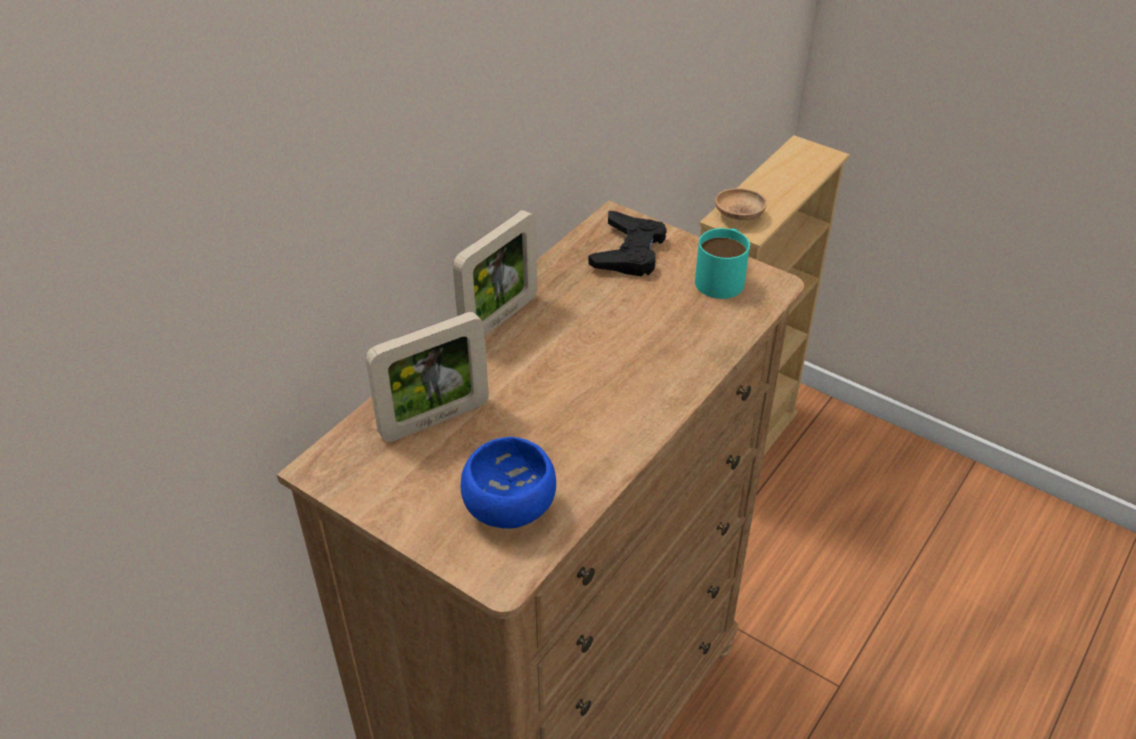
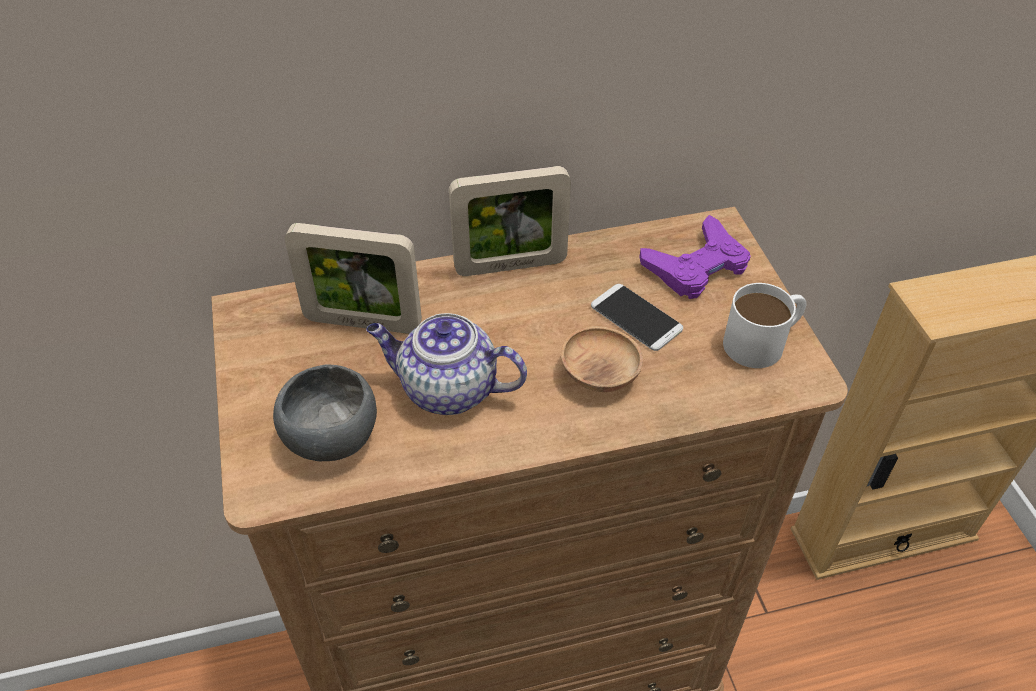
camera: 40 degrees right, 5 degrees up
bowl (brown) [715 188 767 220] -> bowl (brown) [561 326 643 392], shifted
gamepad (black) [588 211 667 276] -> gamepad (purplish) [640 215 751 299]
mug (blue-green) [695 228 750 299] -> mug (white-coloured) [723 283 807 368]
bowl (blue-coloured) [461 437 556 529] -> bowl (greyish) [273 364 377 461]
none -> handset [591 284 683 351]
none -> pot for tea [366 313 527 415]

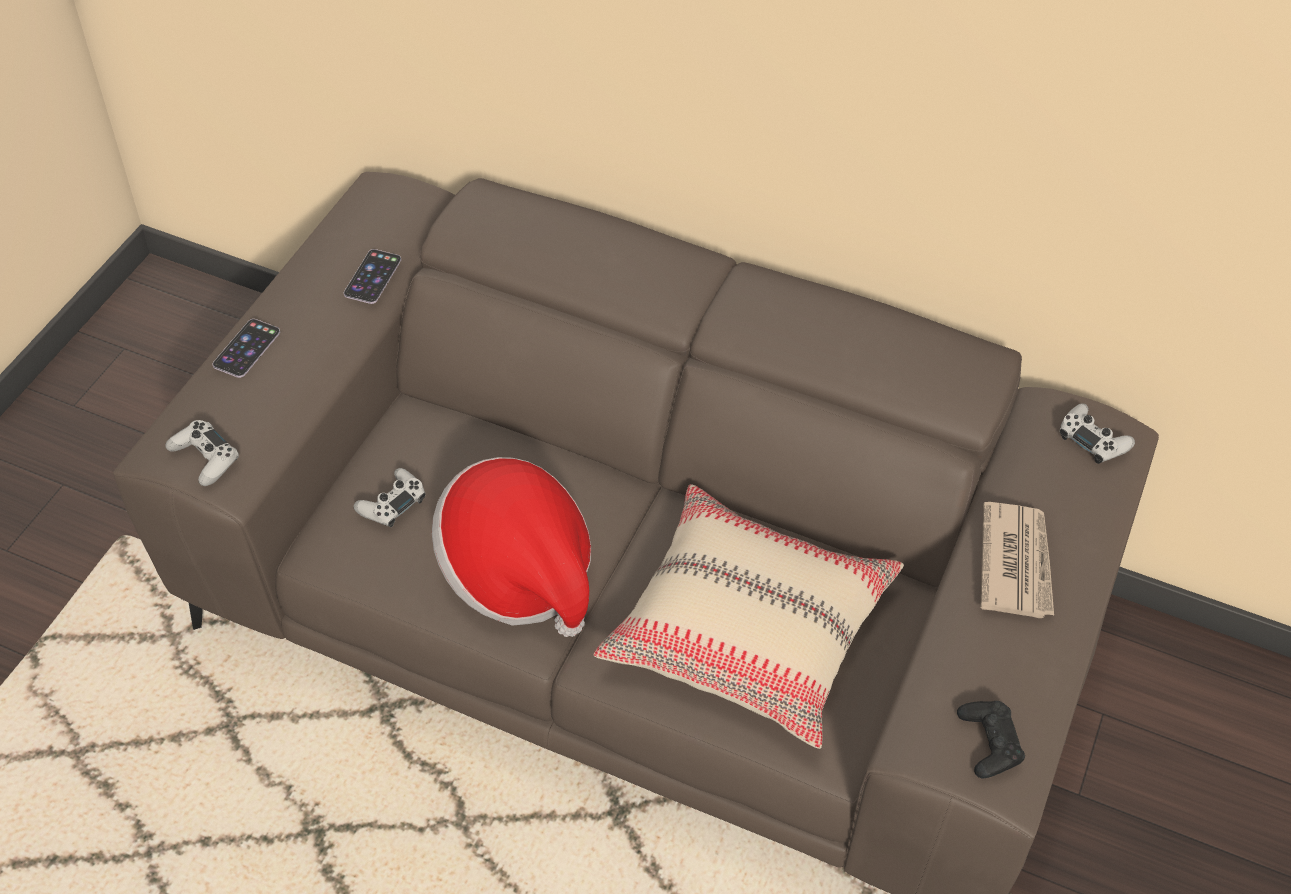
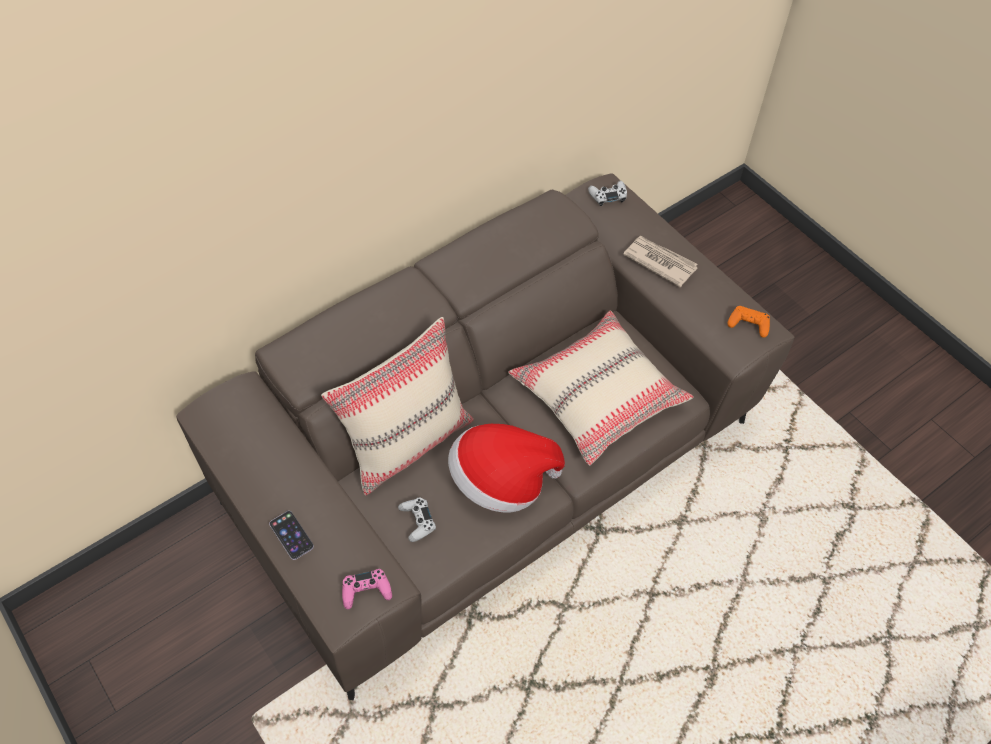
camera: 60 degrees left, 5 degrees up
handset [344 249 401 304] -> none
gamepad (white-coloured) [165 420 239 486] -> gamepad (pink) [342 569 392 609]
gamepad (black) [957 701 1025 778] -> gamepad (orange) [727 306 770 338]
none -> pillow (sand-coloured) [321 317 474 495]

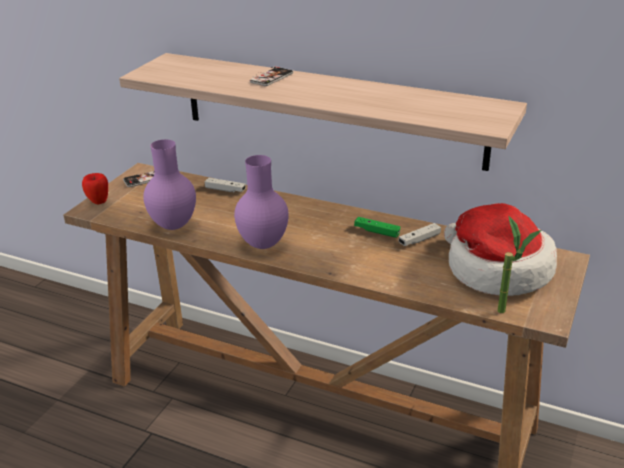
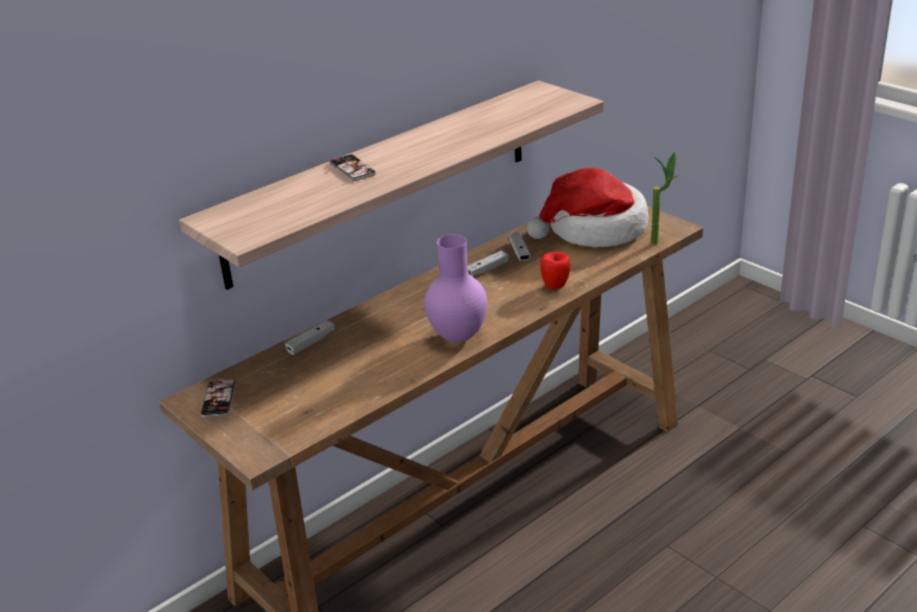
camera: 65 degrees left, 0 degrees up
vase (purplish) [143 139 196 230] -> none
whole apple [82 173 108 204] -> whole apple [540 252 570 289], shifted
gamepad (greenish) [354 217 400 238] -> gamepad (white-coloured) [468 251 509 276]

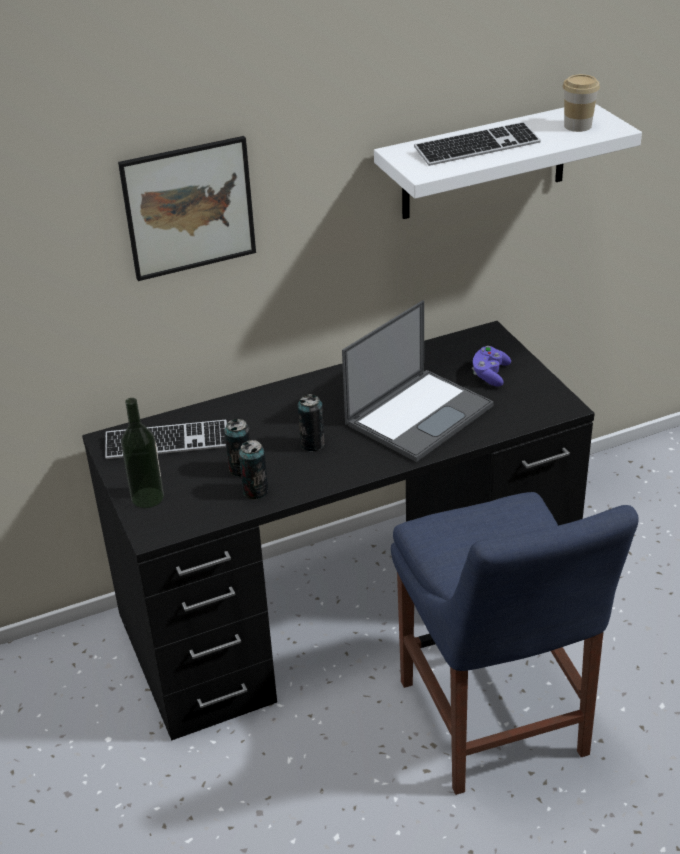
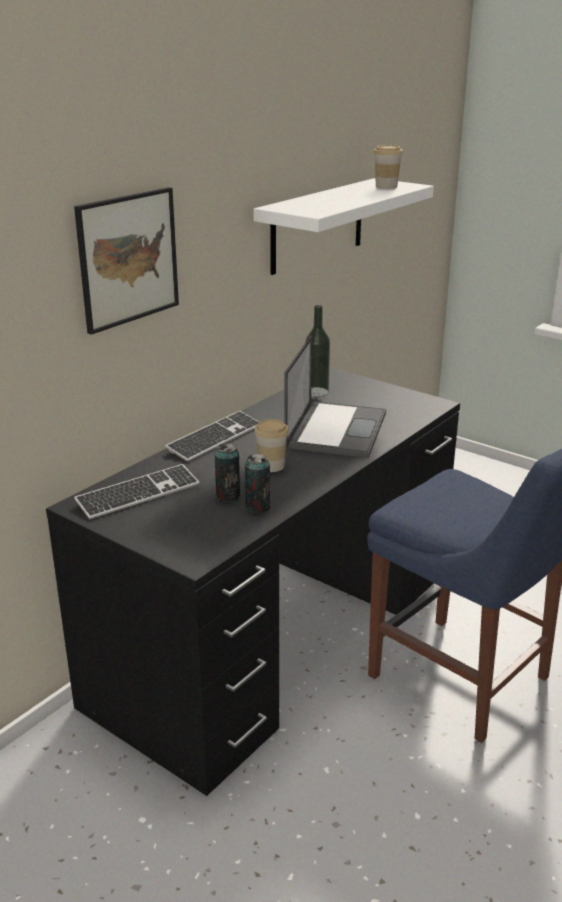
camera: 30 degrees left, 10 degrees down
PC keyboard [414 122 541 166] -> PC keyboard [165 411 259 461], shifted
gamepad (purplish) [472 346 511 387] -> none
metal can [298 394 325 452] -> small cup [254 419 289 472]
beverage bottle [121 398 164 508] -> beverage bottle [305 305 330 397], shifted

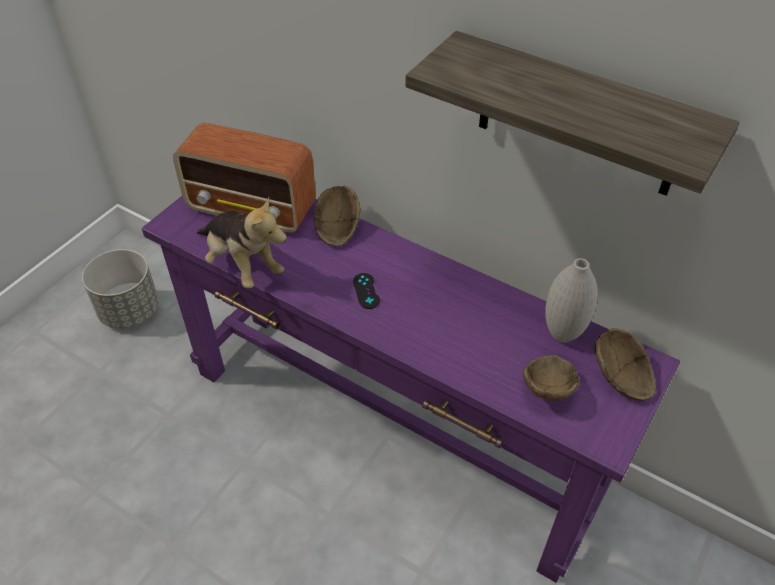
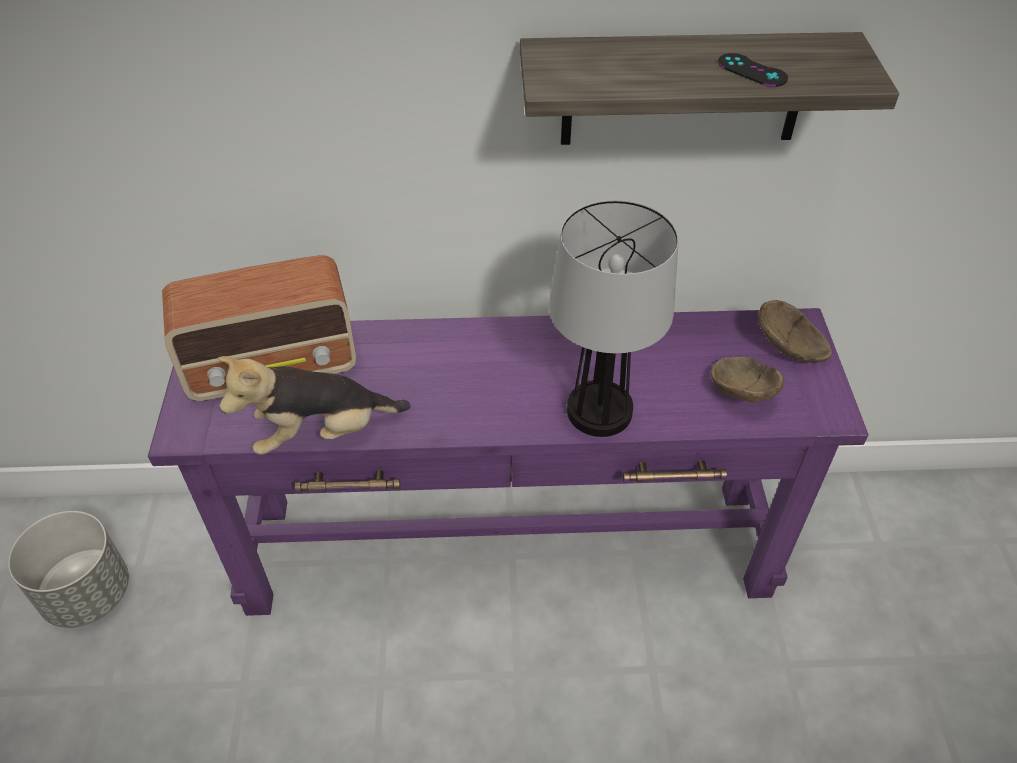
camera: 35 degrees left, 0 degrees up
bowl (brown) [314 186 361 246] -> none
soft toy [197 197 287 288] -> soft toy [218 356 411 455], 150 degrees clockwise
vase (white-coloured) [545 258 598 343] -> none
gamepad (black) [353 273 380 309] -> gamepad (black) [718 53 788 87], shifted
none -> table lamp [549 200 679 437]

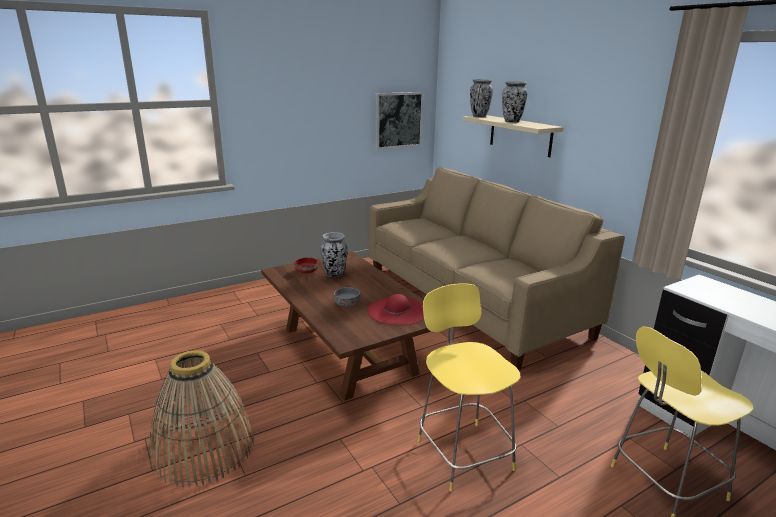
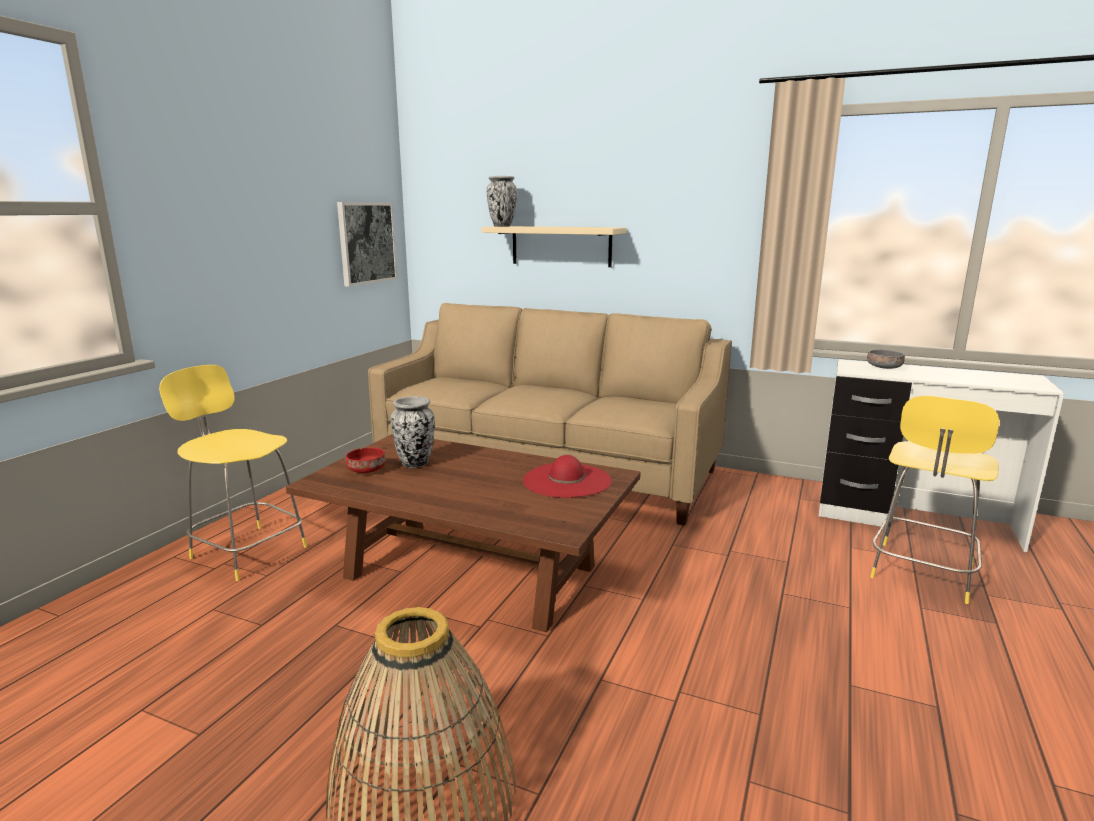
camera: 35 degrees left, 5 degrees down
vase [502 81 528 123] -> none
sitting stool (yellow) [418 283 520 492] -> sitting stool (yellow) [159 365 307 581], shifted
bowl (greyish) [334 287 361 307] -> bowl (greyish) [867 350 905 369], shifted

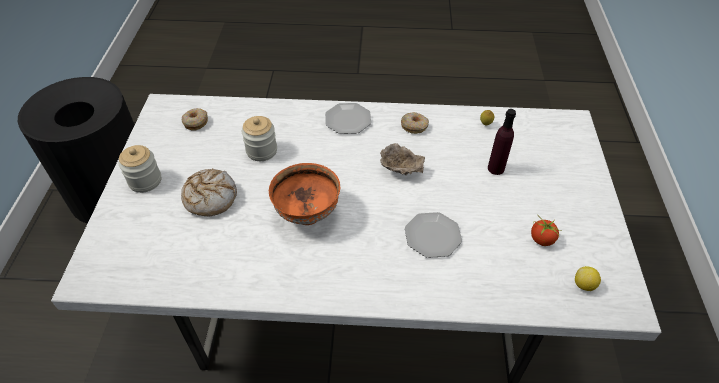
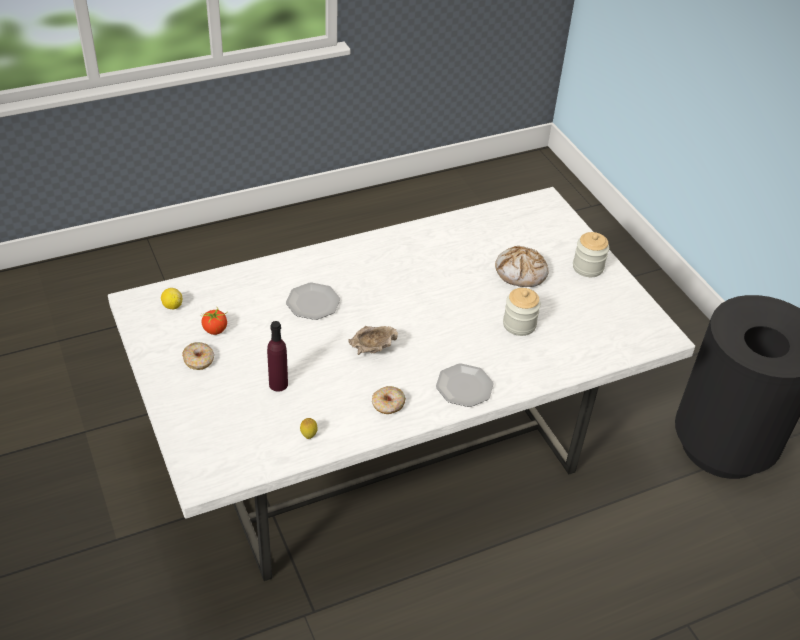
camera: 150 degrees right, 5 degrees down
doughnut [182 108 208 130] -> doughnut [182 342 214 370], shifted
bowl (orange) [269 163 340 225] -> none

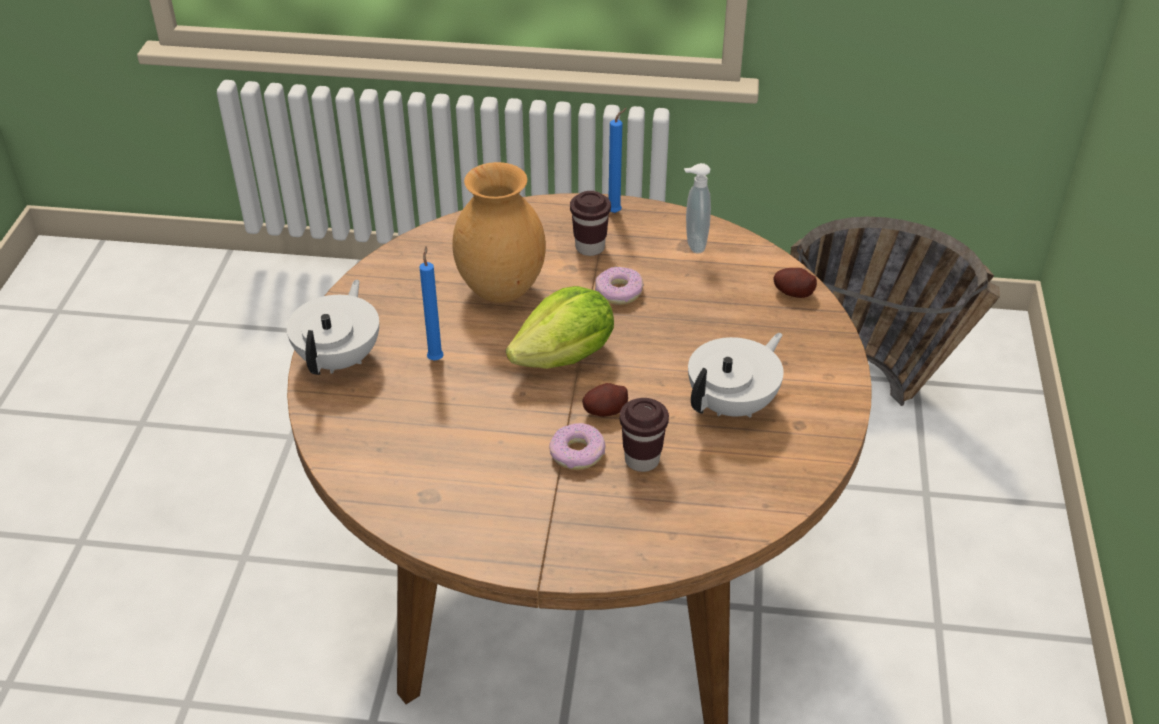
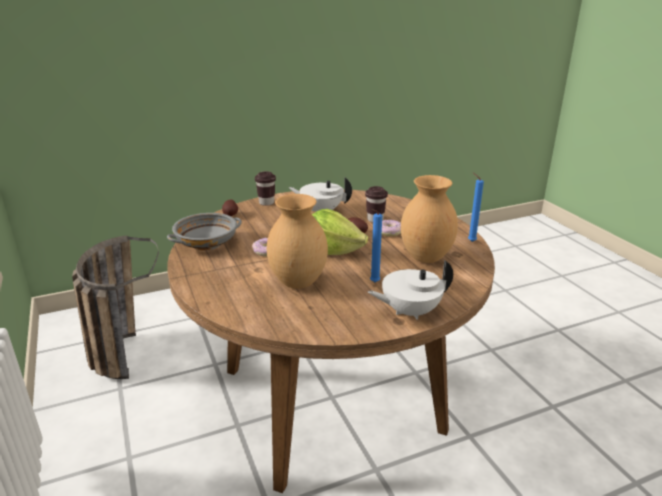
camera: 120 degrees left, 15 degrees down
wax light (blue-coloured) [609 108 627 213] -> wax light (blue-coloured) [468 173 484 242], shifted
soap dispenser [684 163 711 253] -> bowl (greyish) [167 213 242 250]
small cup (brown) [570 191 611 256] -> small cup (brown) [255 171 276 206], shifted
none -> vase (brown) [401 175 458 263]

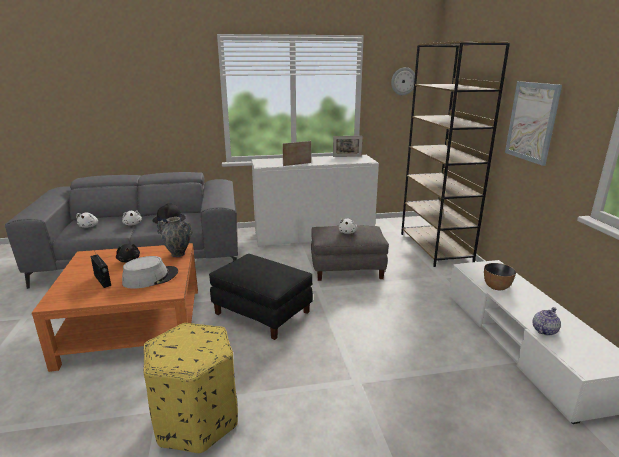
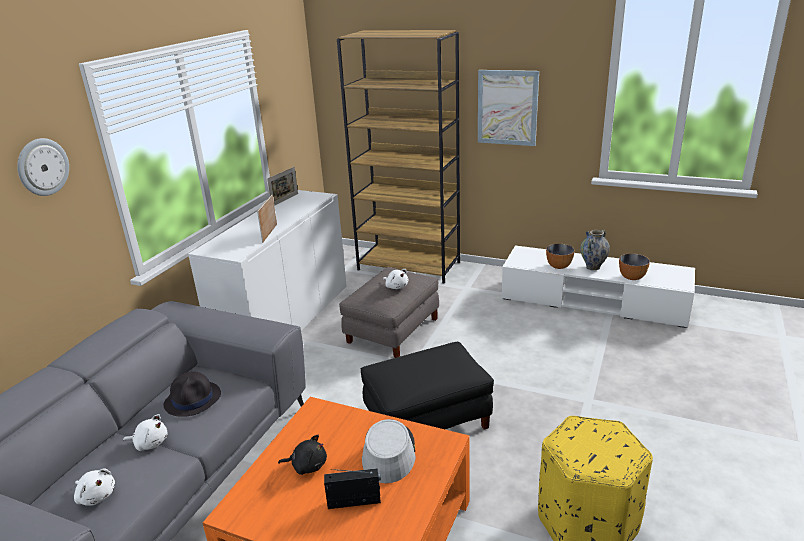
camera: 55 degrees left, 5 degrees up
clock on the wall [391 67 415 95] -> clock on the wall [17 138 69 196], shifted
vase [157 217 193 257] -> vase [580 229 610 270], shifted
pot for tea [532 307 561 336] -> bowl [619 254 650 280]

